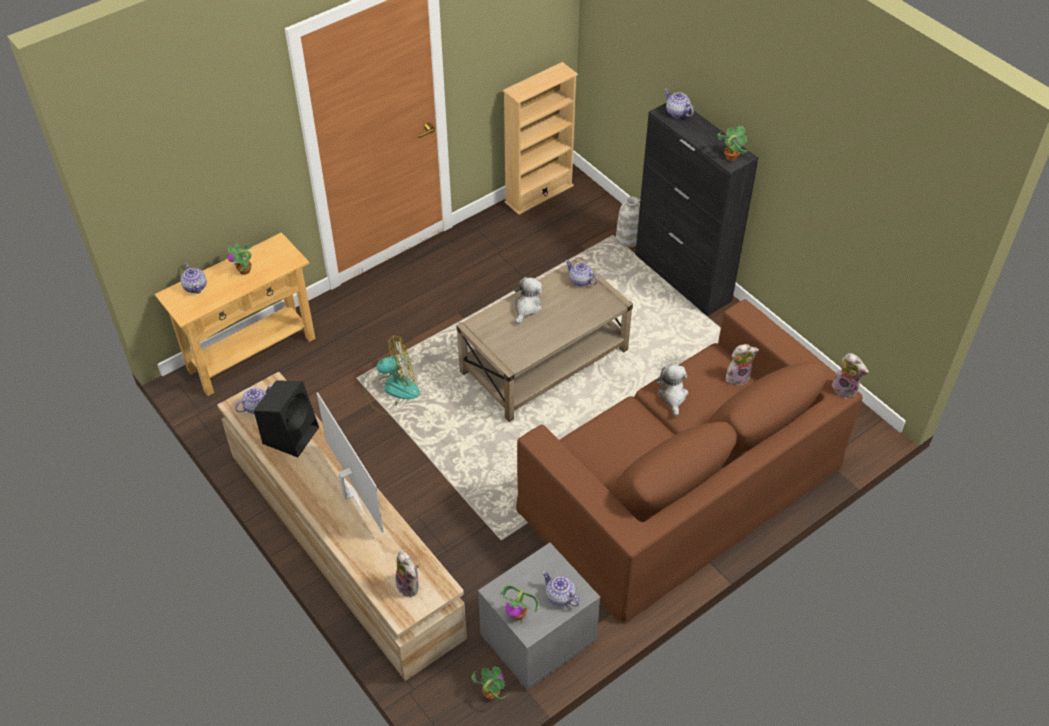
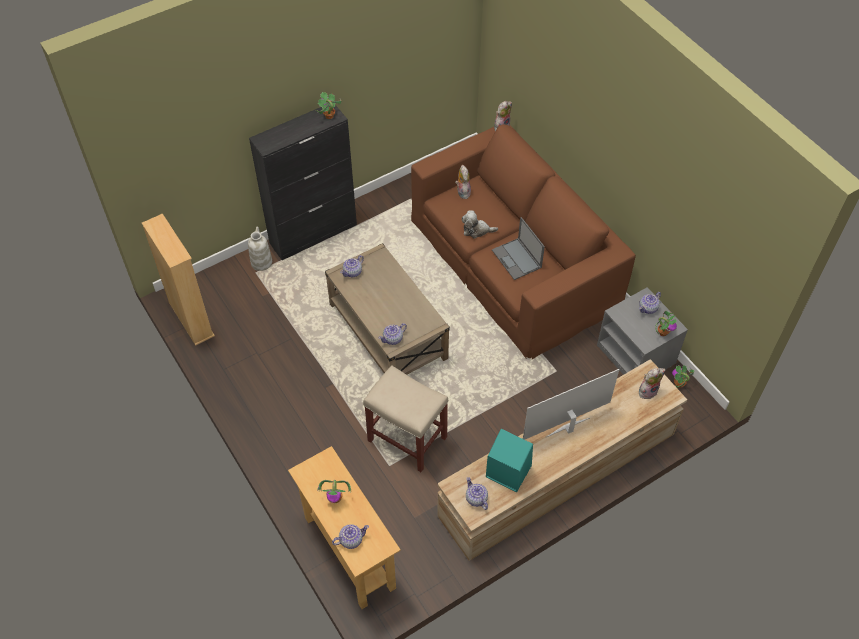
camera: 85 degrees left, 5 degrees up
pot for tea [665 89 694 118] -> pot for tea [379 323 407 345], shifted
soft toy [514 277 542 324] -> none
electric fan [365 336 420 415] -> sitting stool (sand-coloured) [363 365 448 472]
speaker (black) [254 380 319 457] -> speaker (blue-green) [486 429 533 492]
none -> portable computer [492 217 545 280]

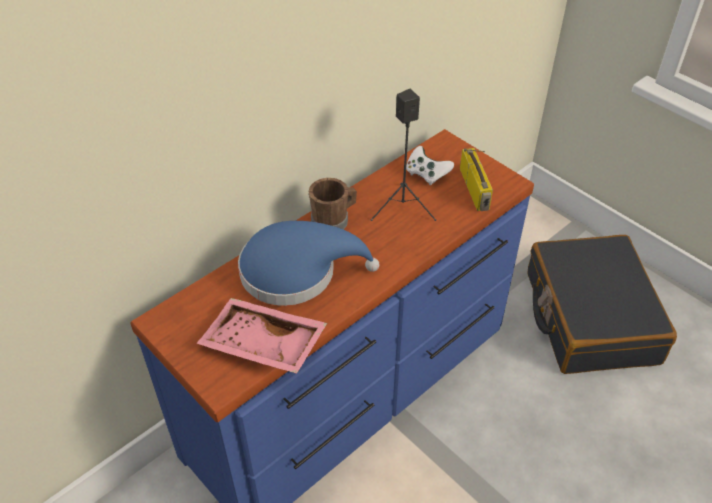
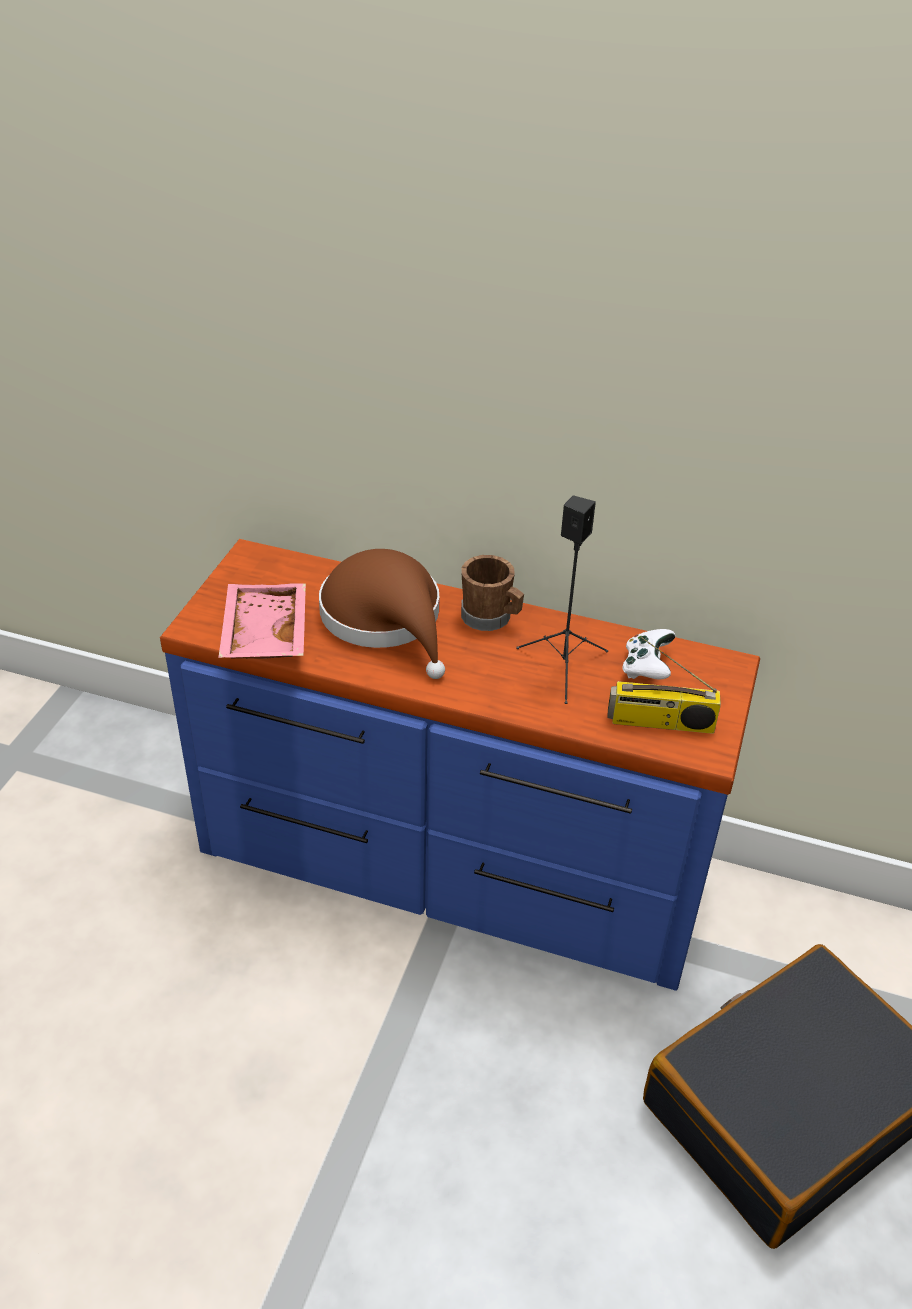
camera: 60 degrees right, 5 degrees down
radio set [460 148 493 211] -> radio set [608 637 721 734], 45 degrees clockwise
wearable hat (blue-coloured) [238 221 379 306] -> wearable hat (brown) [319 549 445 679]

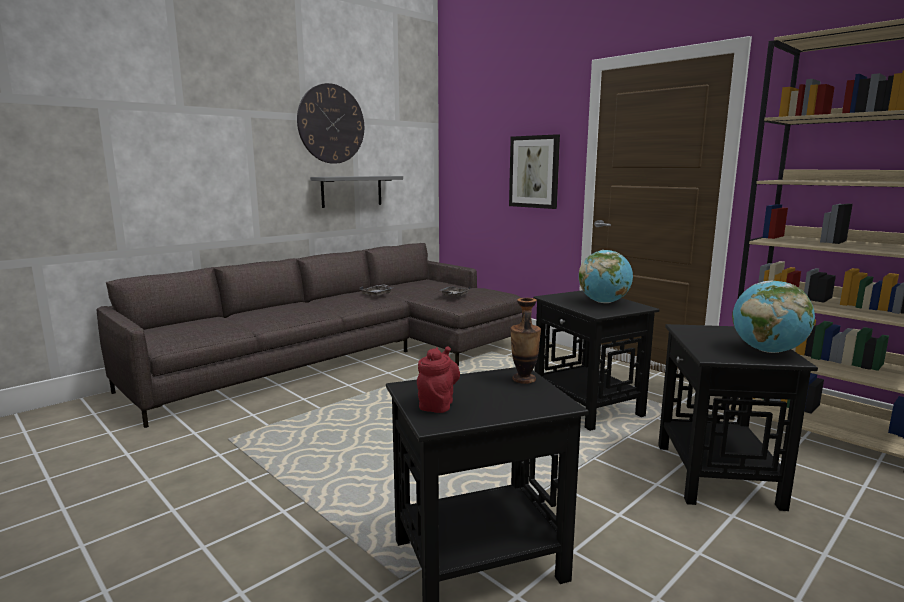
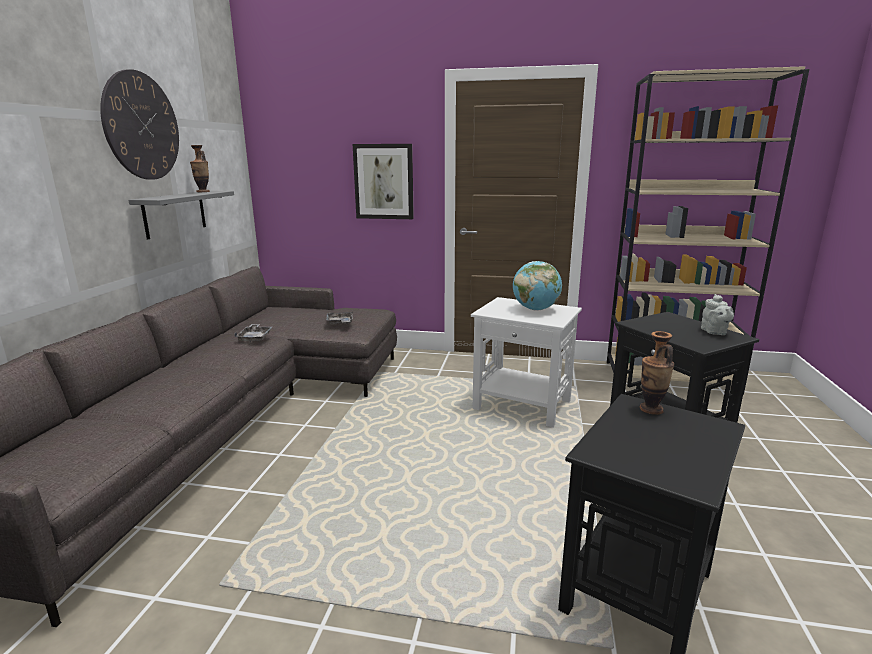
camera: 35 degrees left, 5 degrees up
globe [732 280 815 353] -> pot for tea (greyish) [701 294 734 335]
accent table (black) [533 290 659 431] -> accent table (white-coloured) [471 297 582 428]
pot for tea (red-coloured) [417 347 460 413] -> none
none -> vase [190 145 210 192]

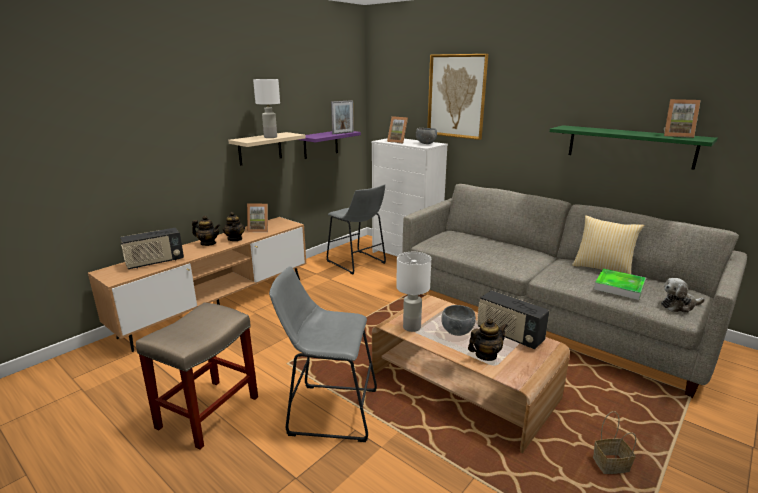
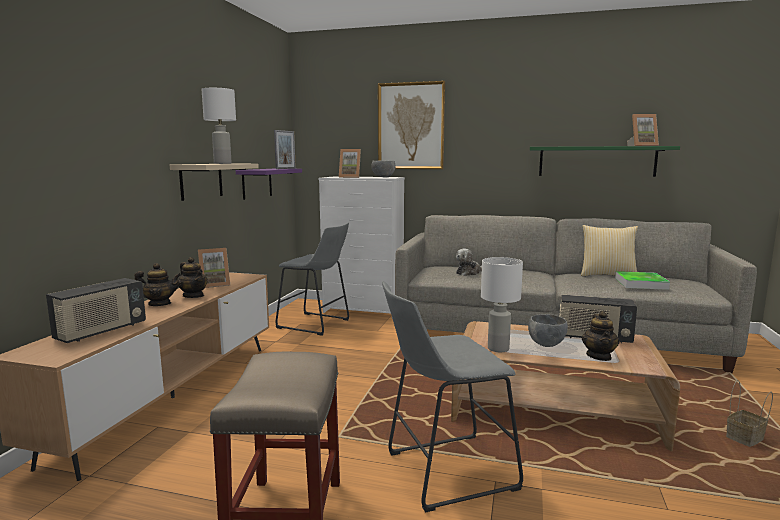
camera: 25 degrees left, 10 degrees down
soft toy [661 278 705 313] -> soft toy [456 249 482 276], shifted
pot for tea [468 318 508 361] -> pot for tea [582 311 619 361], 150 degrees clockwise

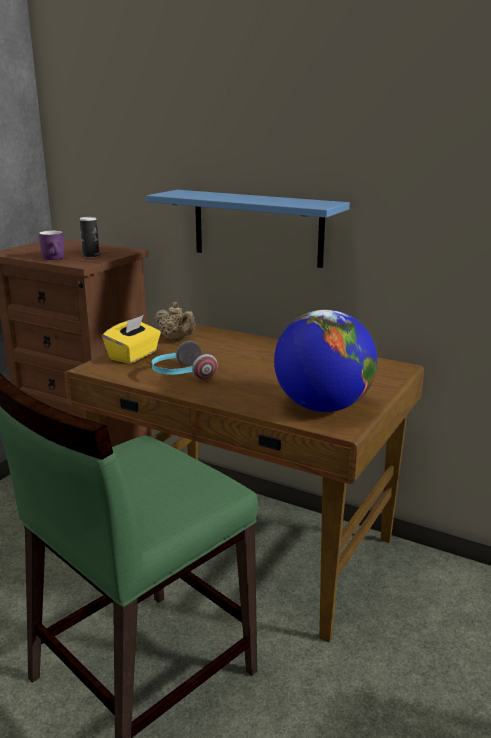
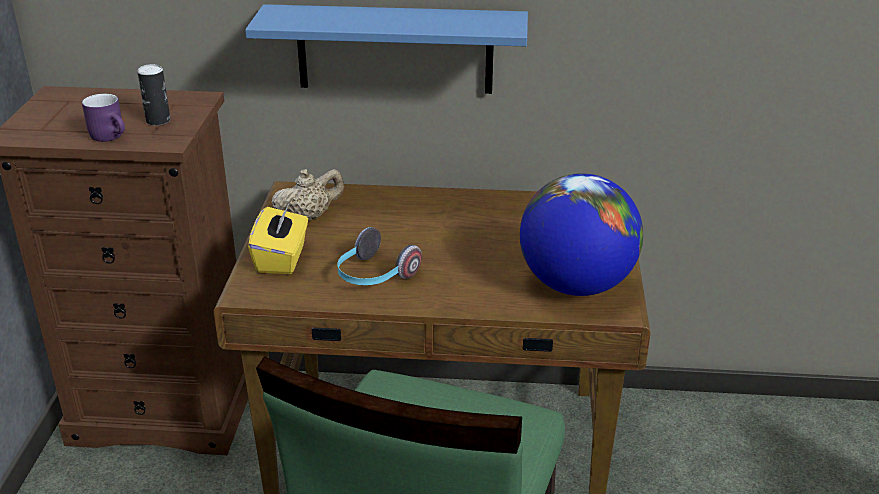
camera: 25 degrees left, 10 degrees up
pot for tea (sand-coloured) [155 302 196 341] -> pot for tea (sand-coloured) [272 169 344 221], 45 degrees counterclockwise

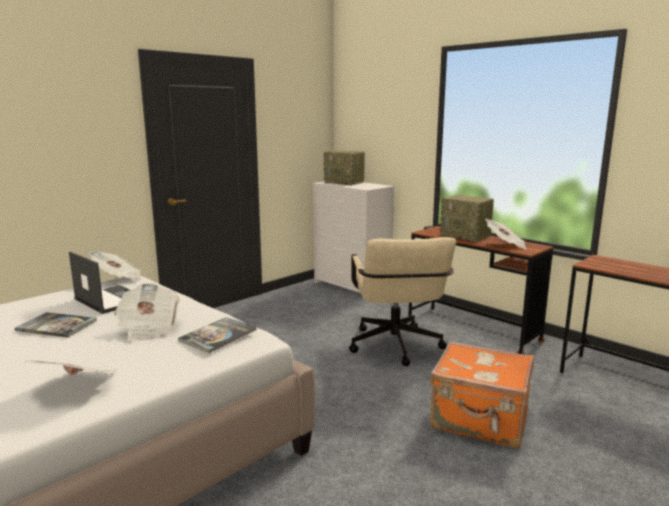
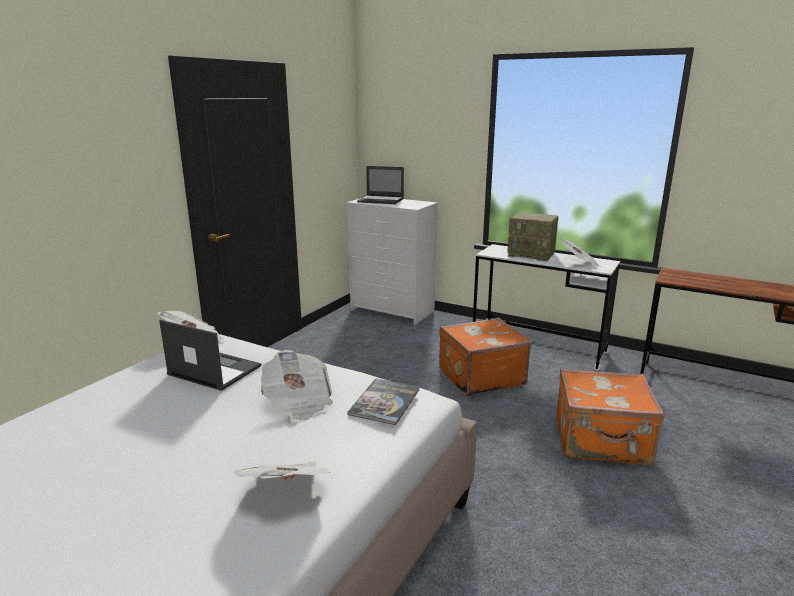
camera: 15 degrees left, 5 degrees up
radio set [324 150 365 185] -> portable computer [357 166 404 204]
desk unit (brown) [408 226 553 354] -> desk unit (white-coloured) [473 244 620 371]
desk chair (sand-coloured) [349 237 456 366] -> travel case (orange) [439 318 532 396]
book [15 312 97 337] -> none

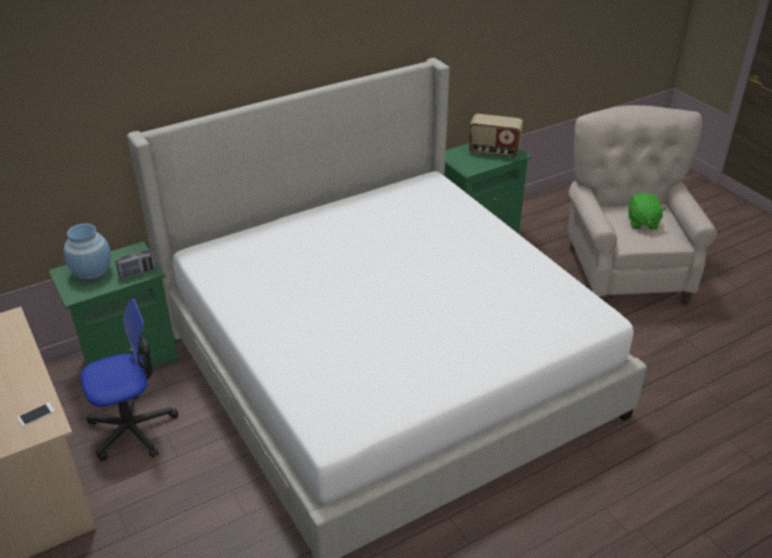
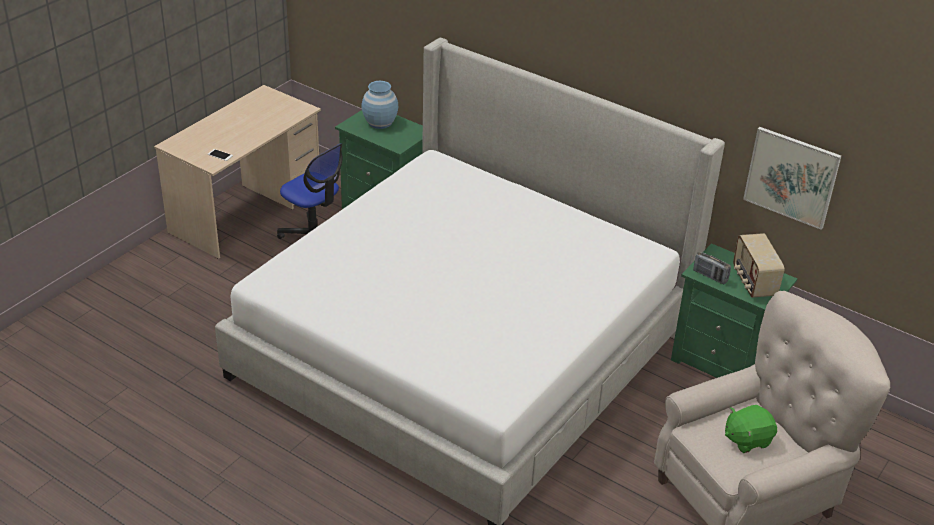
camera: 65 degrees right, 0 degrees up
radio set [115 250 157 280] -> radio set [693 252 731 284], shifted
none -> wall art [743 127 841 230]

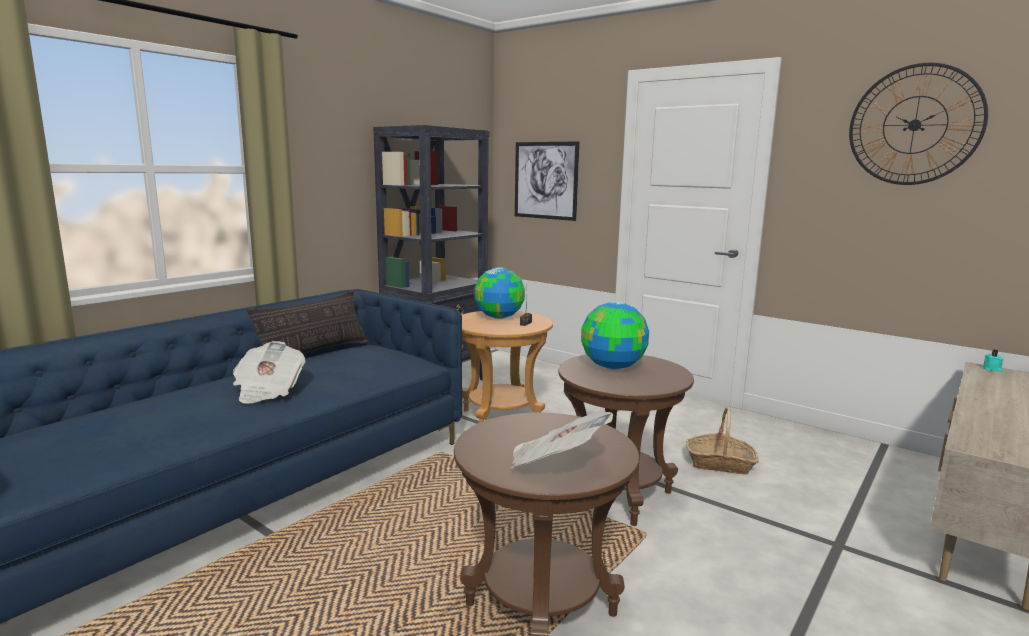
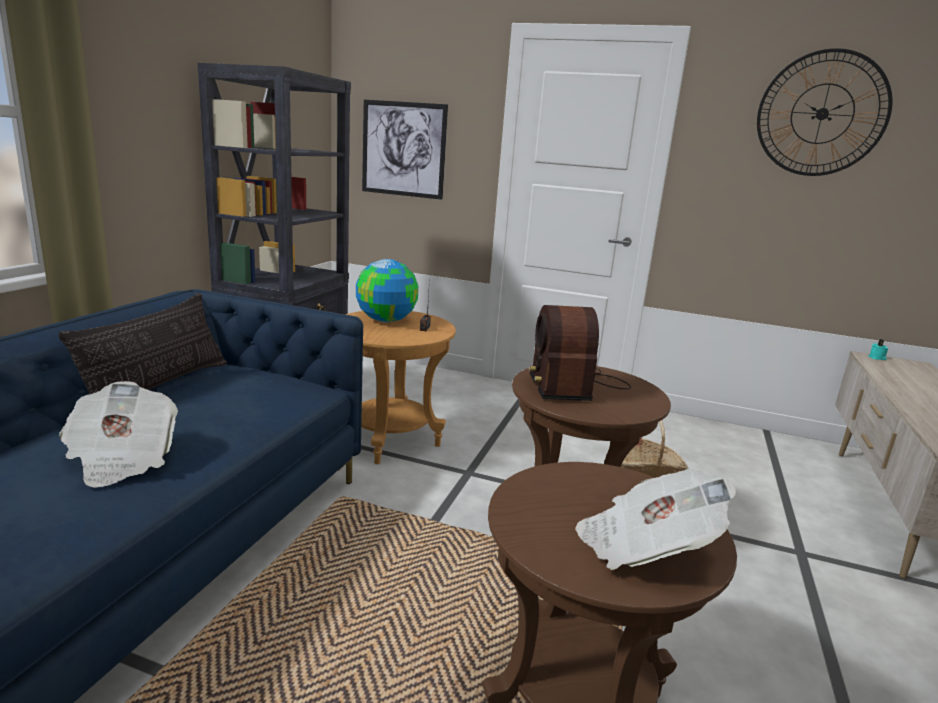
camera: 20 degrees left, 5 degrees up
globe [581 302 649 369] -> radio set [529 305 631 401]

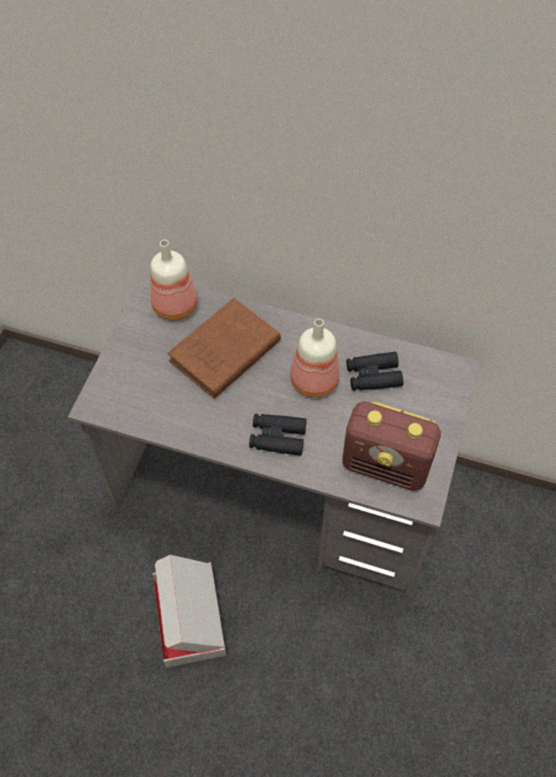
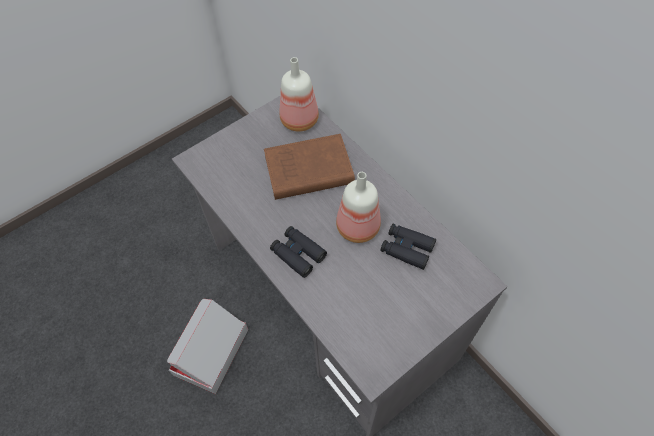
camera: 35 degrees right, 0 degrees up
radio set [342 402 441 491] -> none

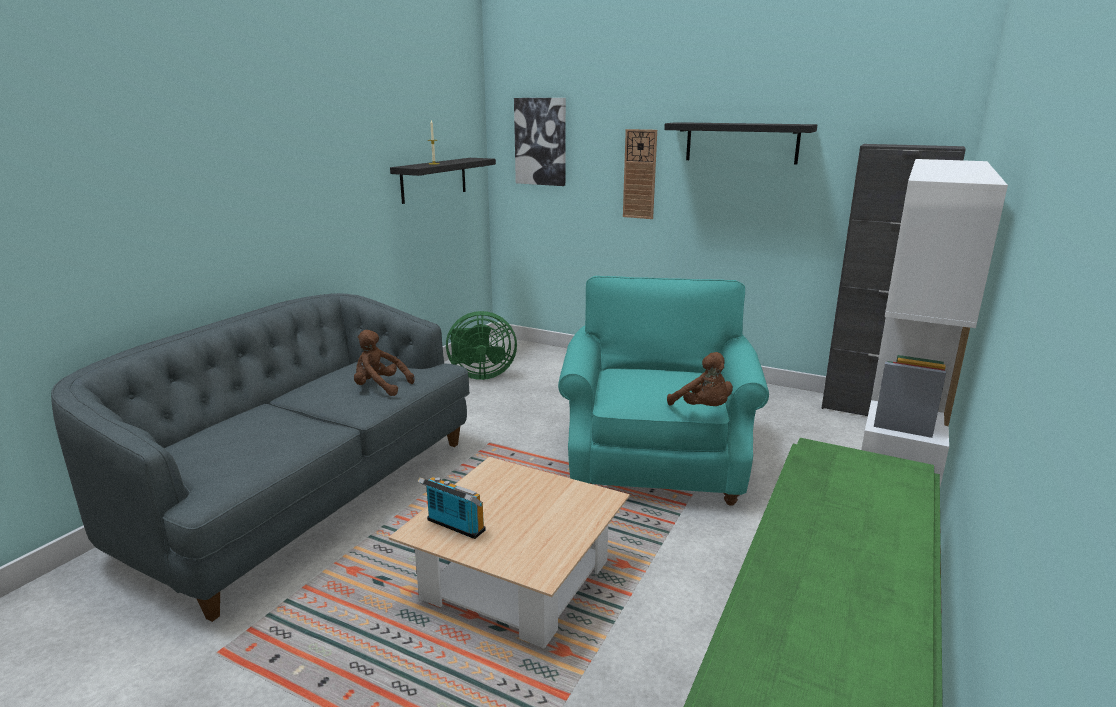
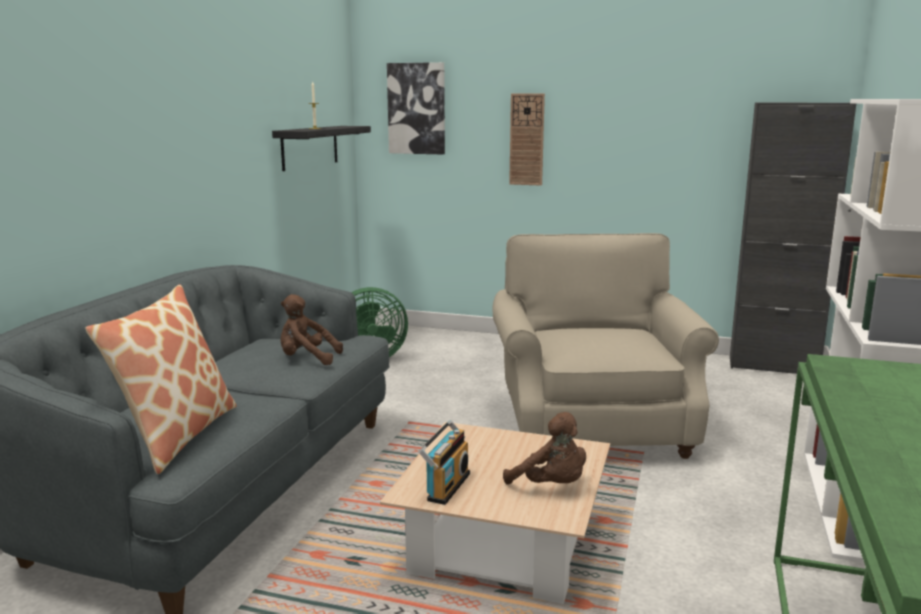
camera: 10 degrees left, 5 degrees down
bracket shelf (black) [664 122 817 165] -> none
lounge chair (blue-green) [558 276 769 506] -> lounge chair (sand-coloured) [493 233 719 459]
soft toy (brown) [667 352 733 406] -> soft toy (brown) [503 412 586 485], shifted
radio set [418 477 486 539] -> radio set [419 420 470 505], 90 degrees clockwise
none -> pillow [86 284 237 474]

